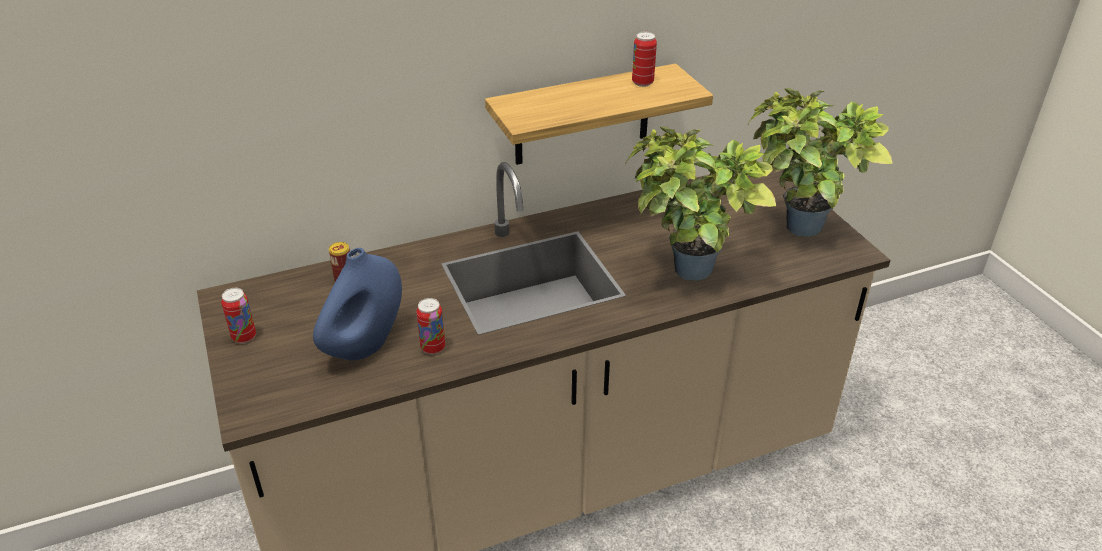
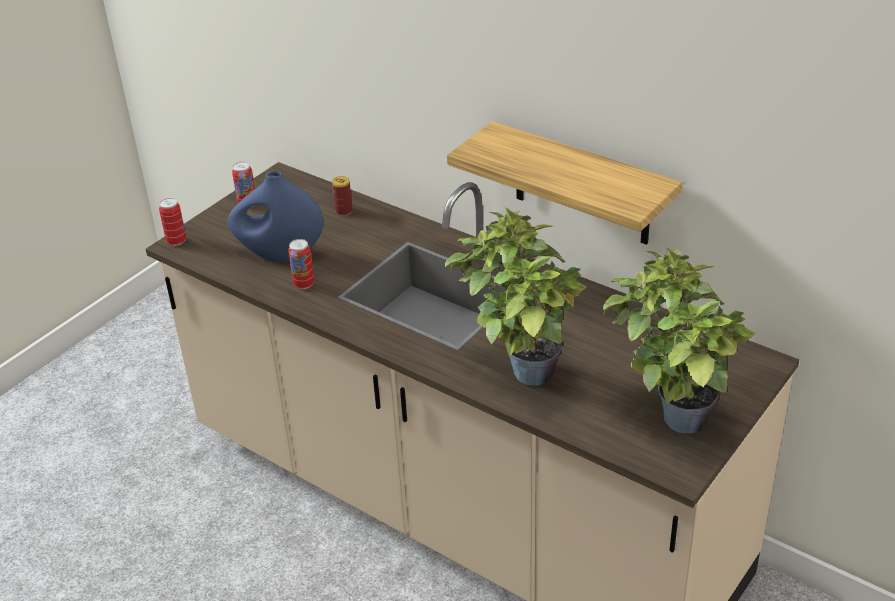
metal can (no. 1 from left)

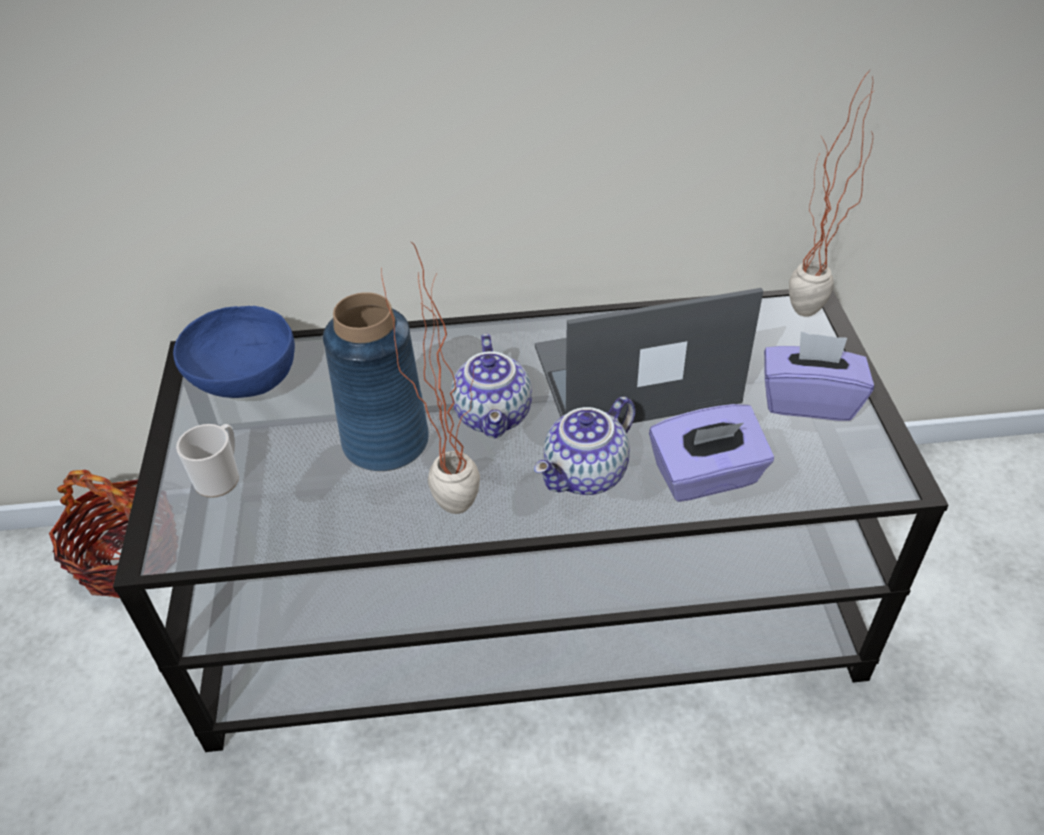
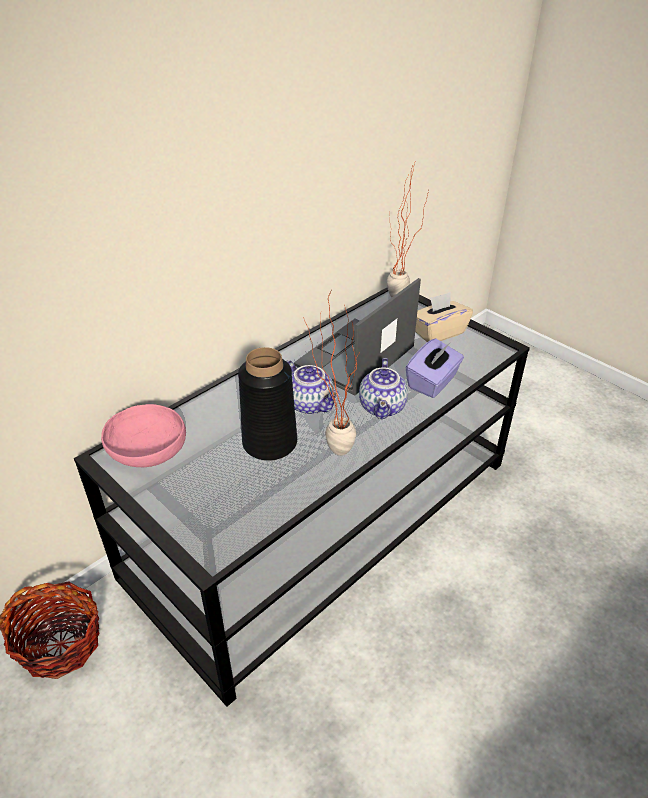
pink bowl
coffee mug
black-coloured decorative vase
beige tissue holder

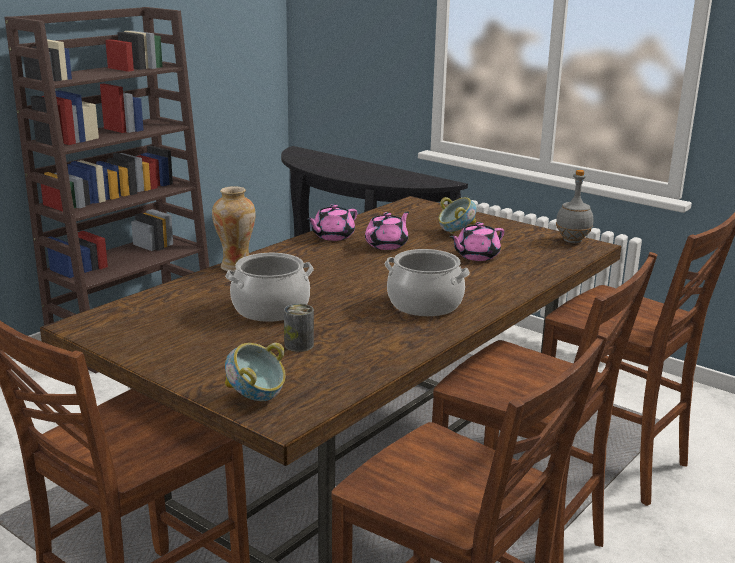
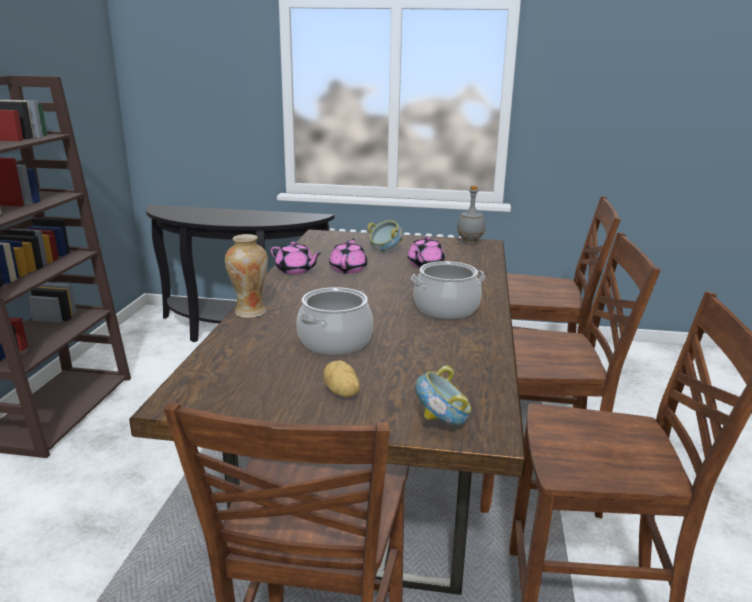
metal can
pink tea pot (no. 1 from left)
spud

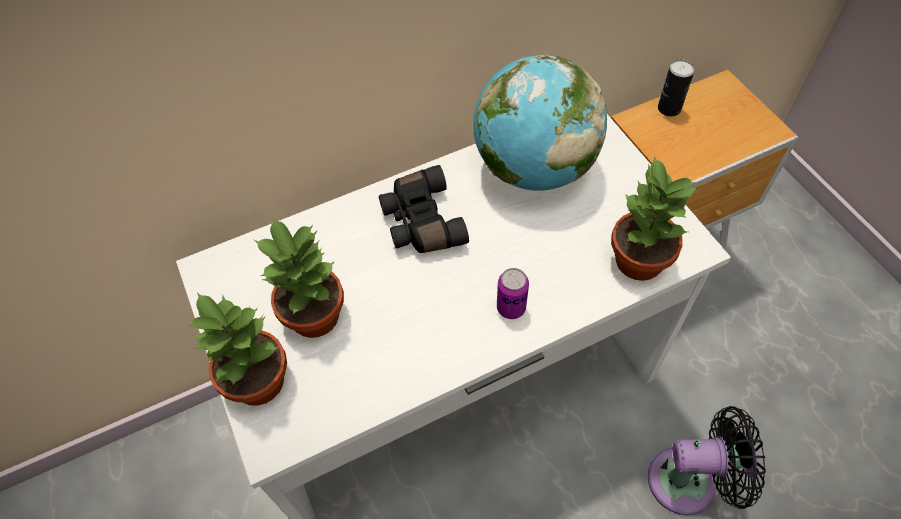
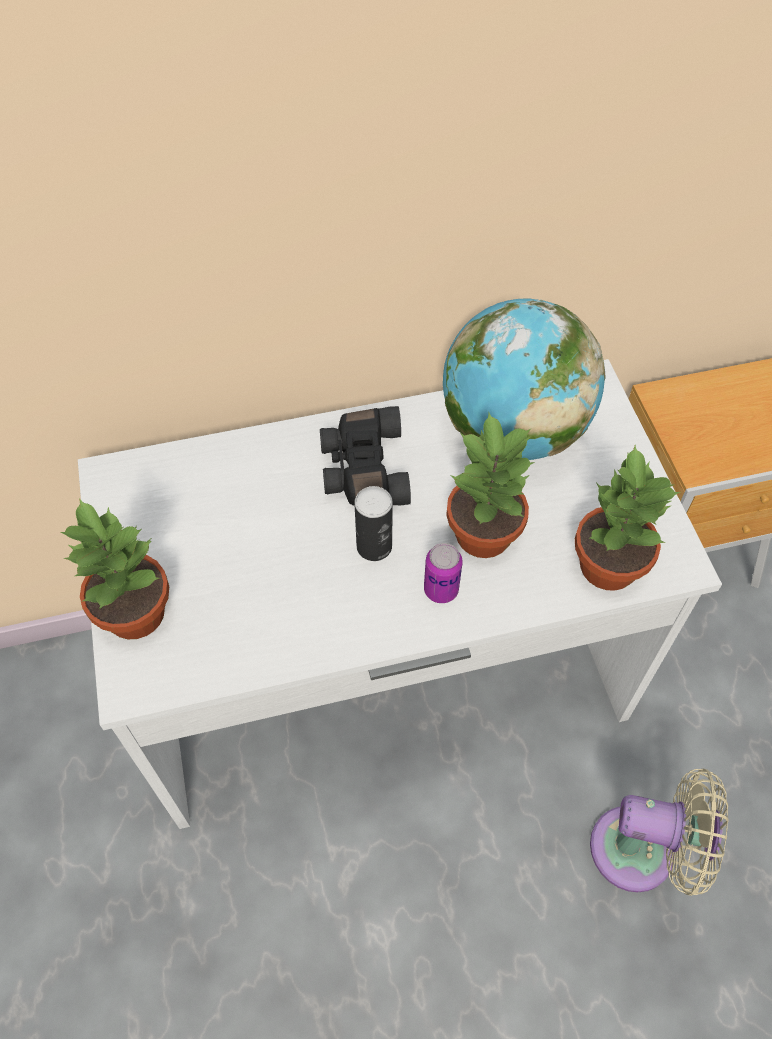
houseplant (no. 2 from left)
beige fan
metal can (no. 1 from left)

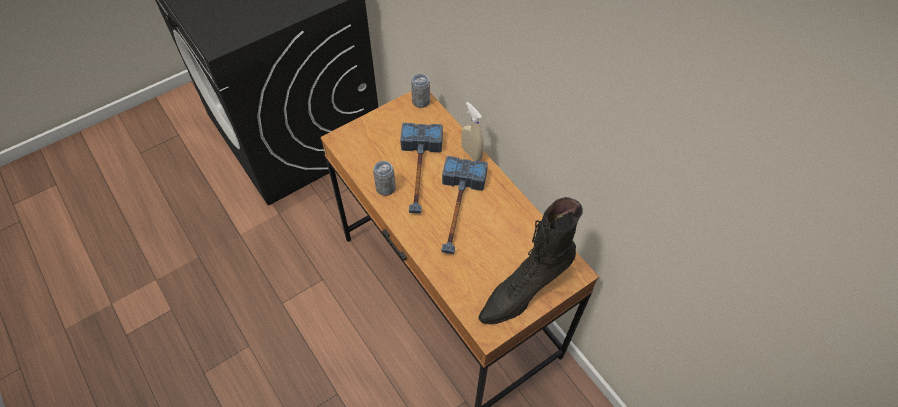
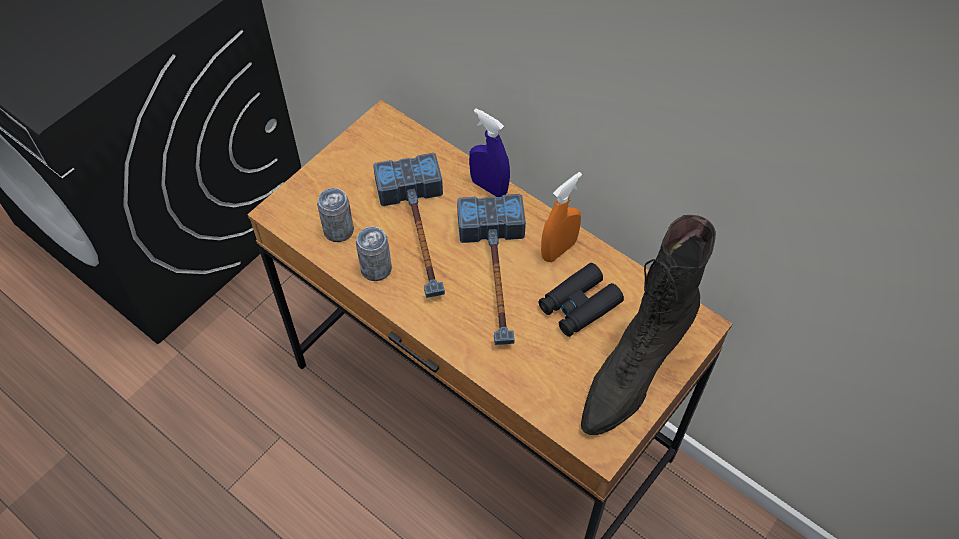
metal can (no. 1 from left)
blue spray bottle
black-coloured binoculars
orange spray bottle

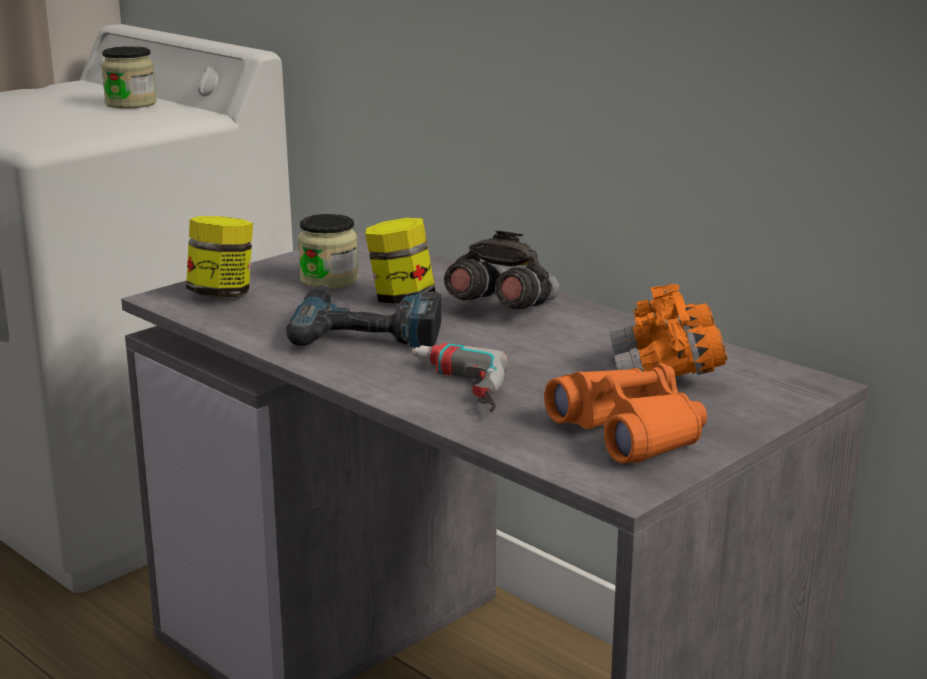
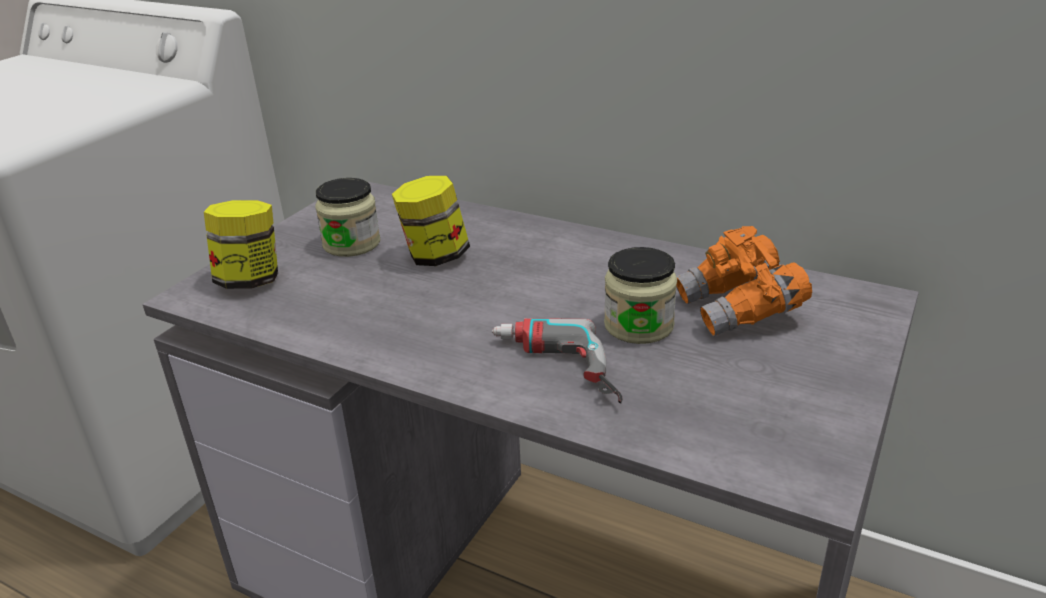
preserve jar (no. 4 from left)
power drill (no. 1 from left in the first image)
grey binoculars
orange binoculars (no. 1 from left in the first image)

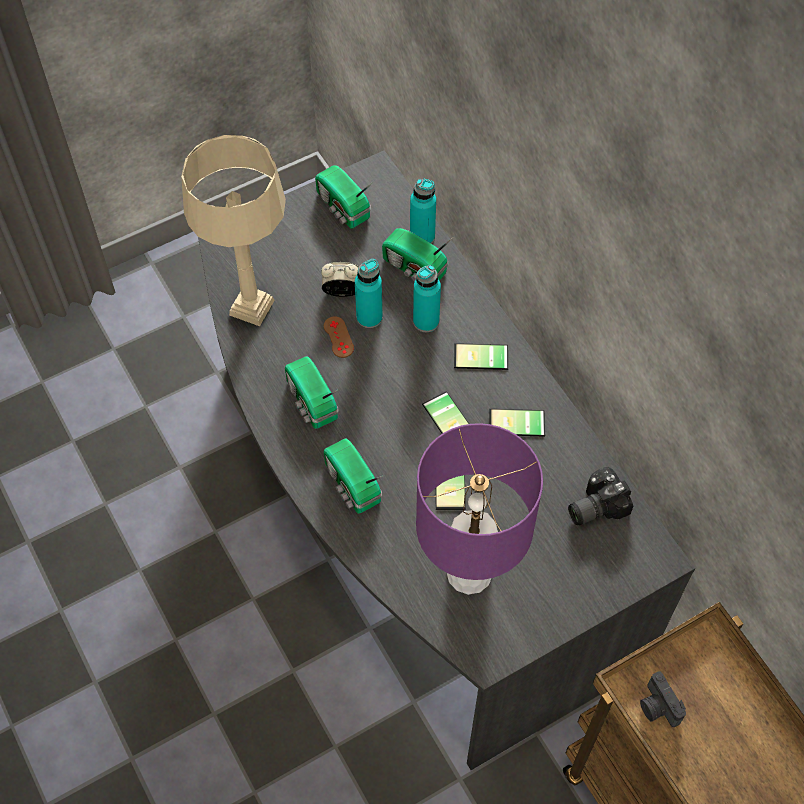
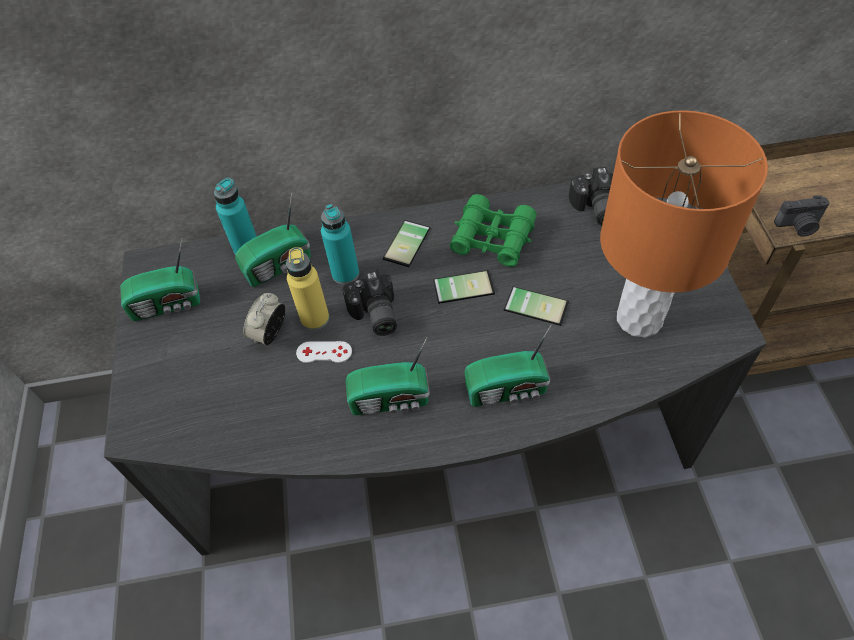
beige tabletop lamp
white-coloured gamepad
yellow-coloured drink bottle
orange tabletop lamp
greenish binoculars
photo camera (no. 1 from left)

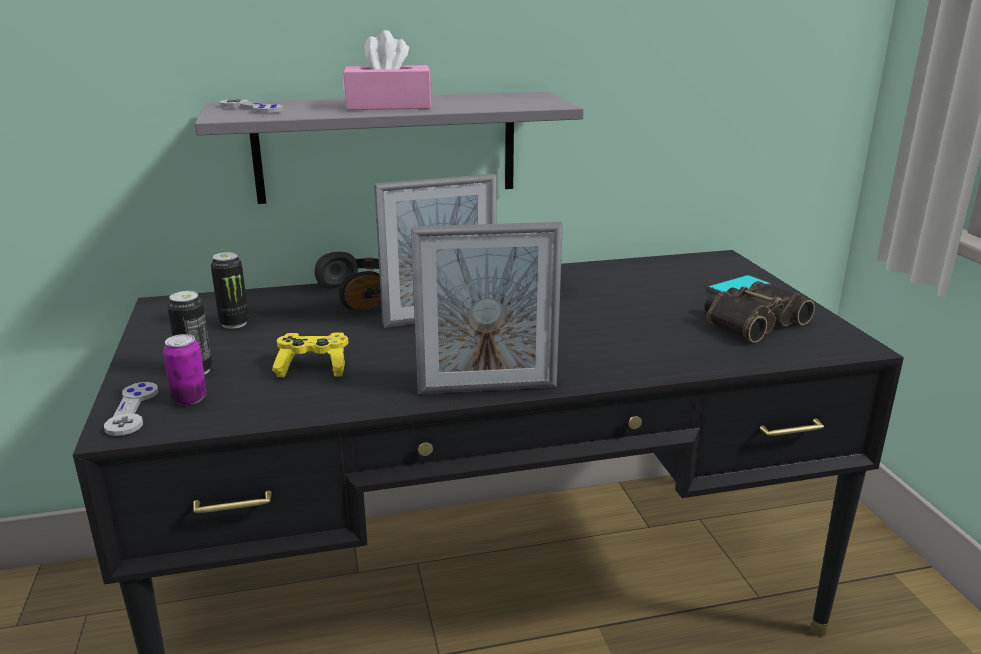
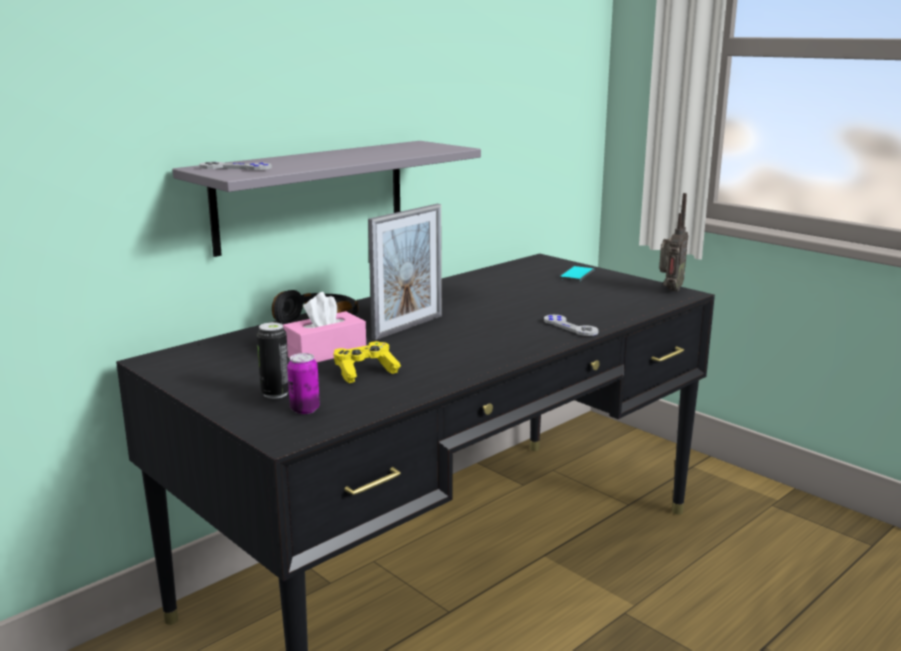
grey gamepad (no. 2 from left)
metal can (no. 3 from left in the first image)
pink tissue holder
photo frame (no. 2 from left in the first image)
binoculars
radio receiver

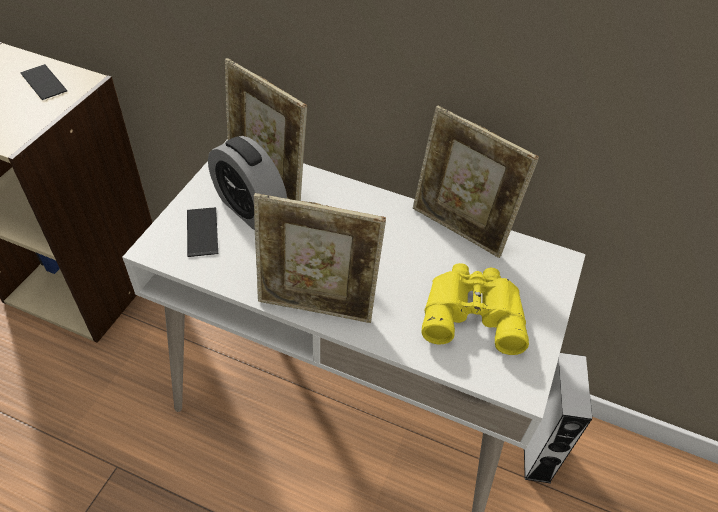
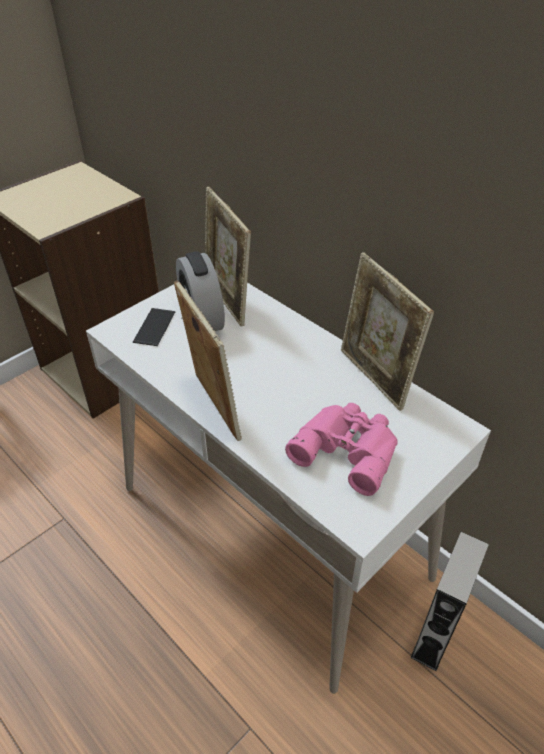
telephone (no. 1 from left in the first image)
photo frame (no. 1 from left)
pink binoculars

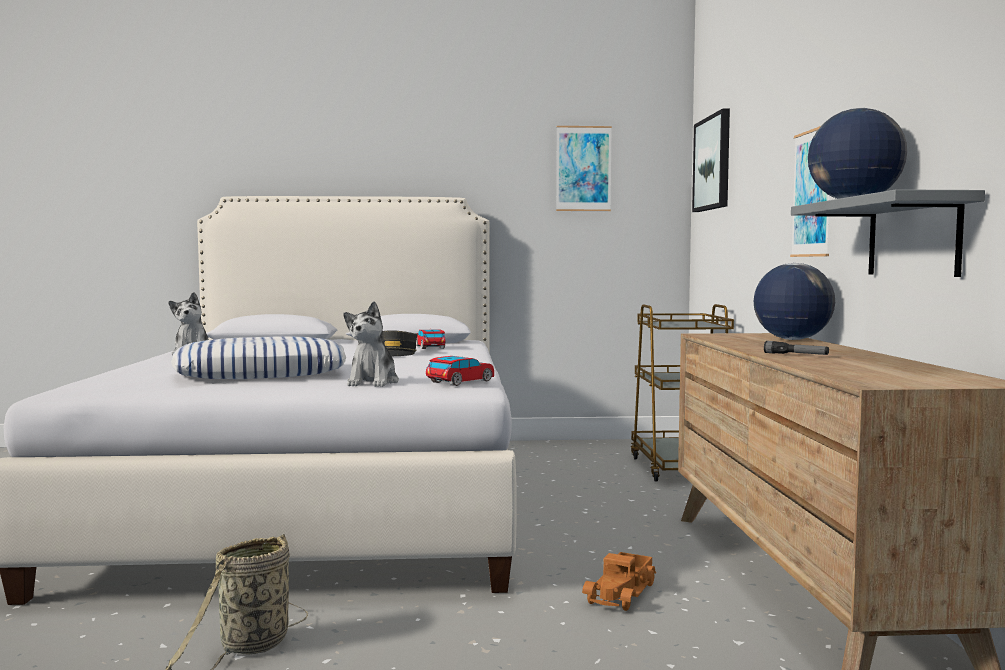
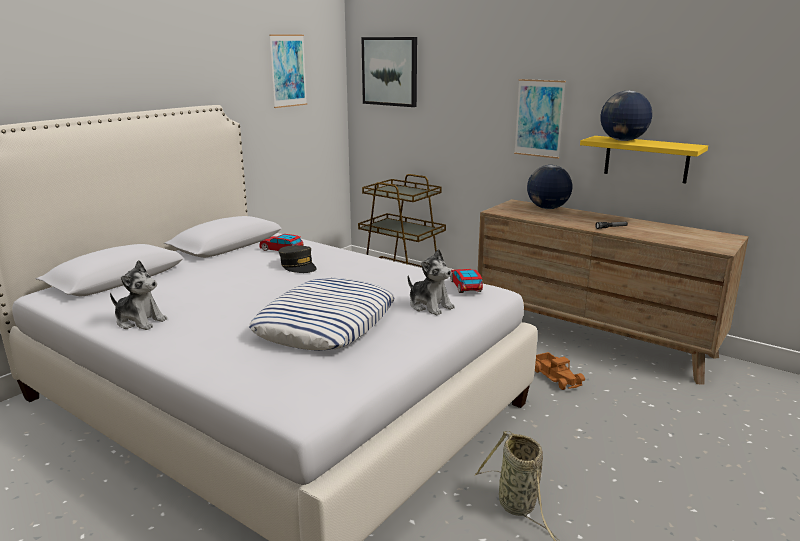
yellow-coloured wall shelf

